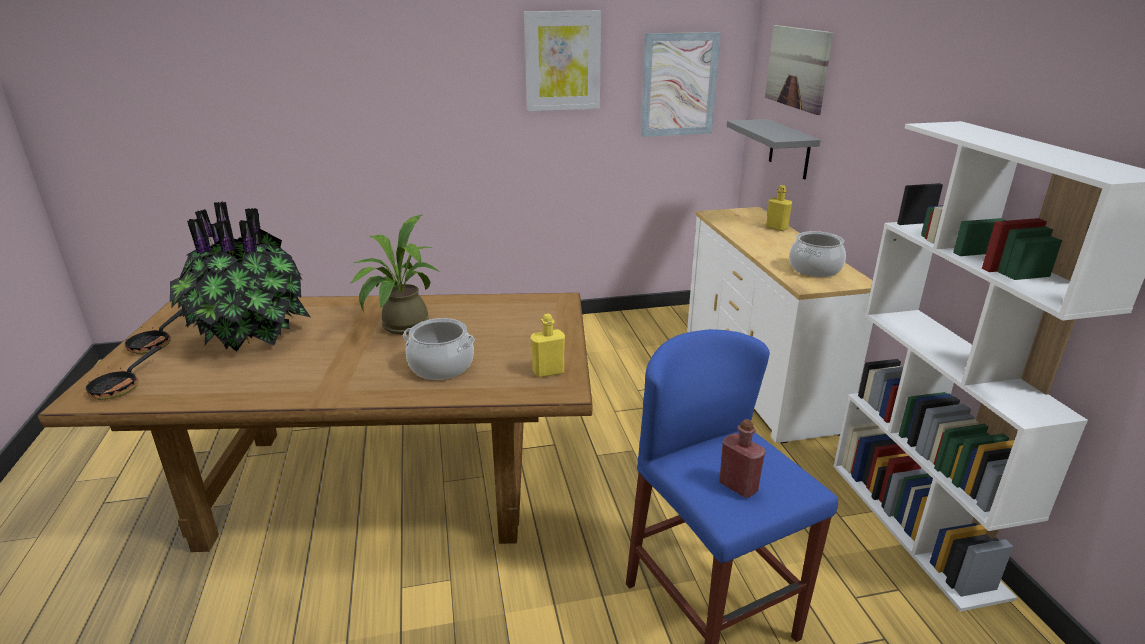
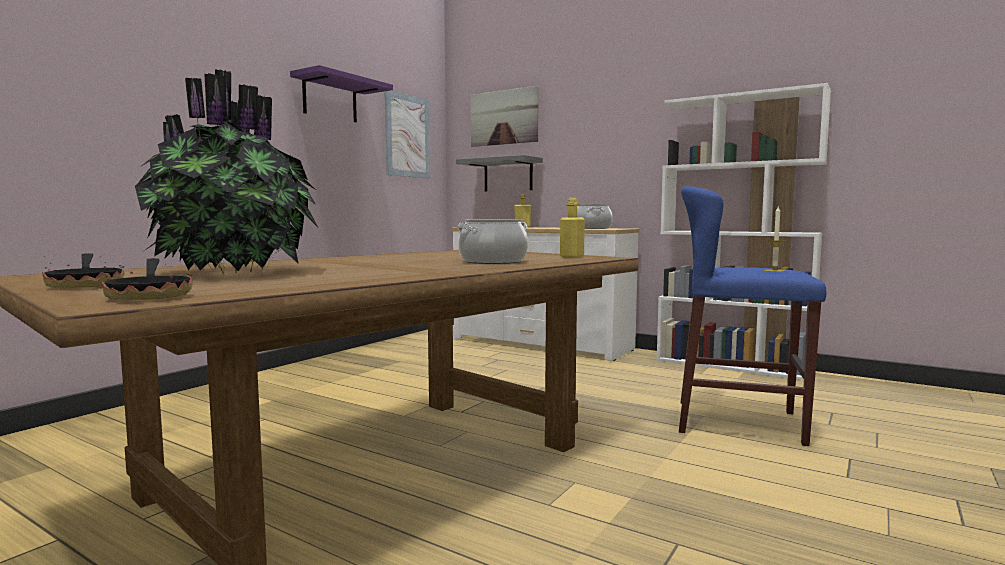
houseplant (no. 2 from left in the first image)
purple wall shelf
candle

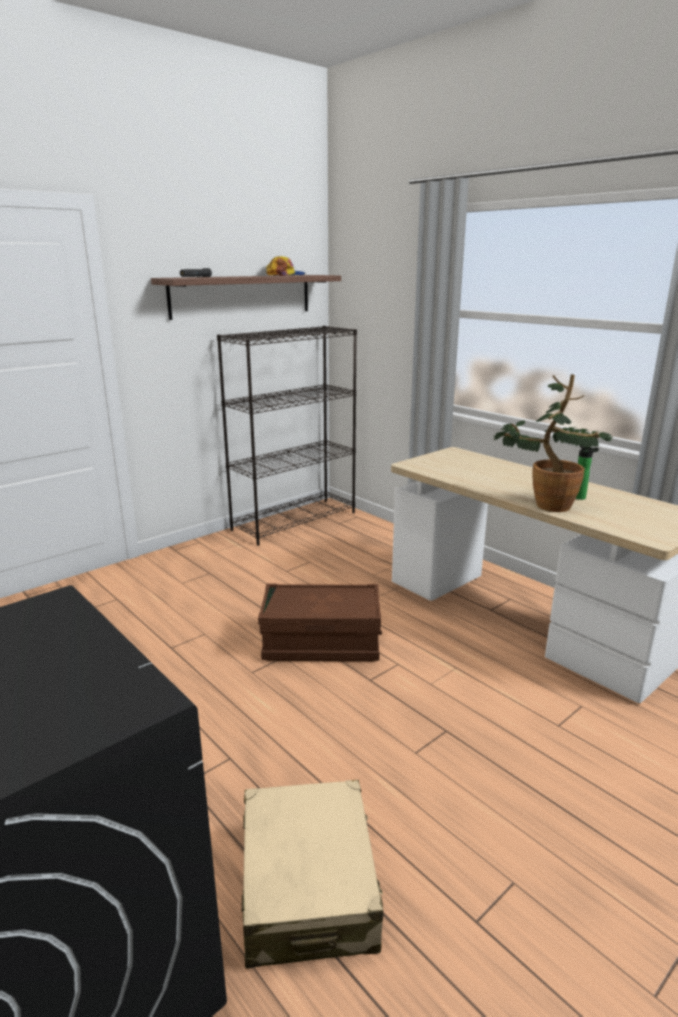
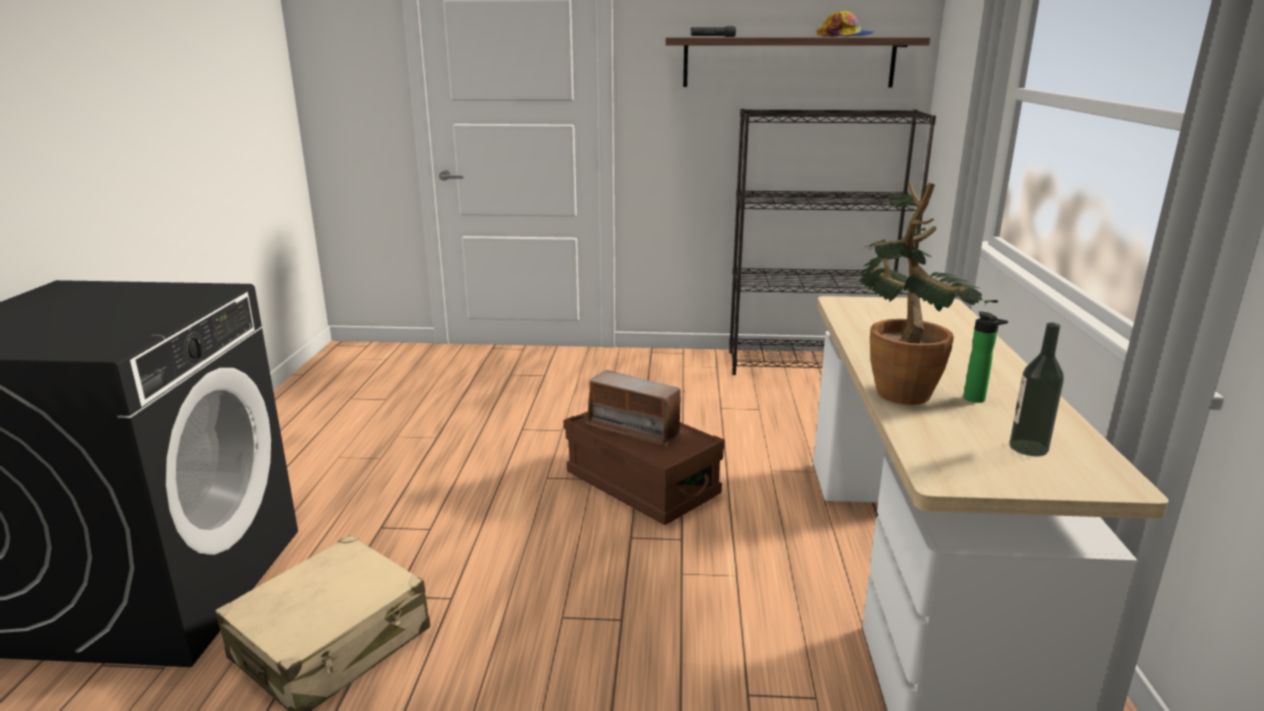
radio receiver
drink bottle (no. 2 from left)

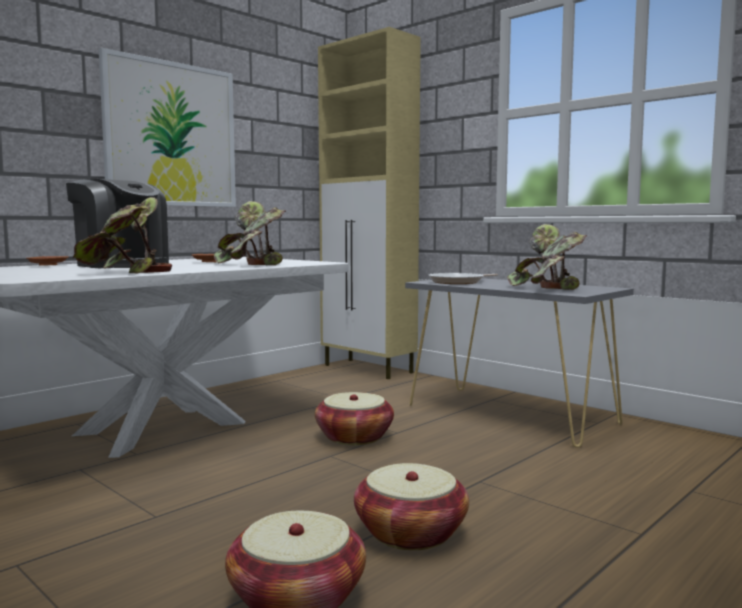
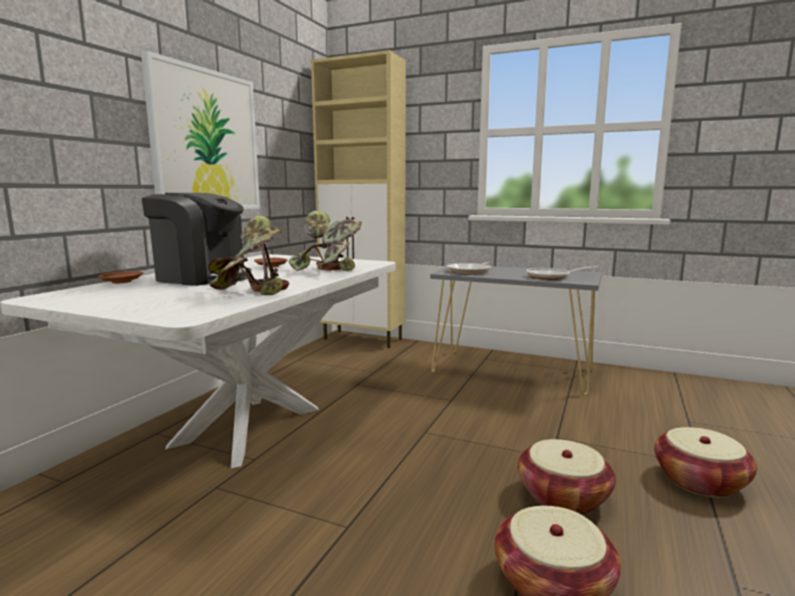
basket (no. 3 from left)
frying pan (no. 2 from left)

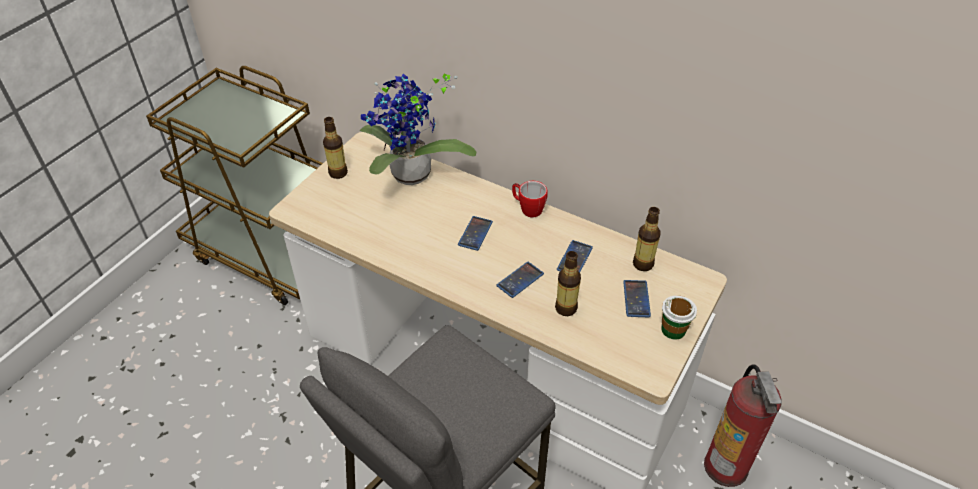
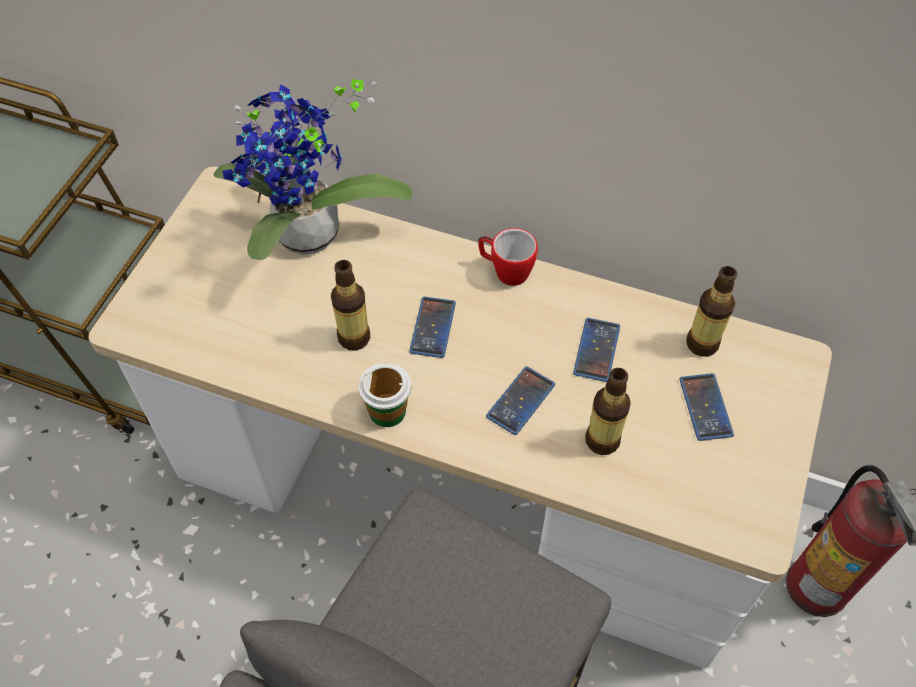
drink bottle (no. 1 from left)
drinking cup

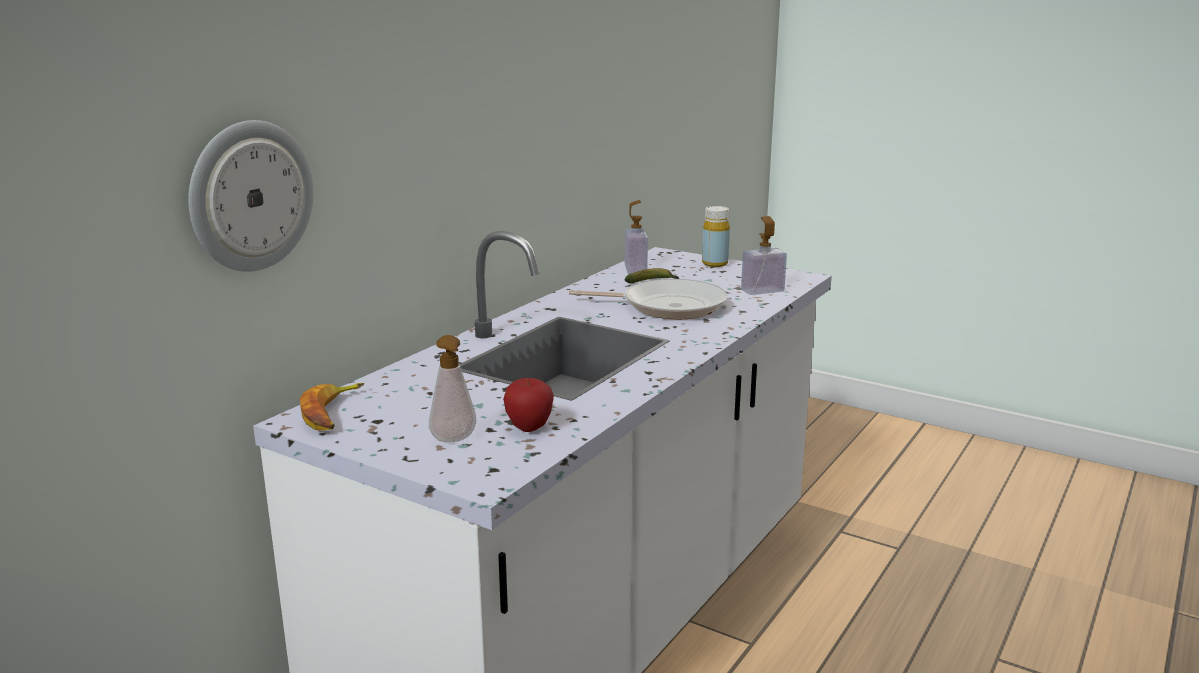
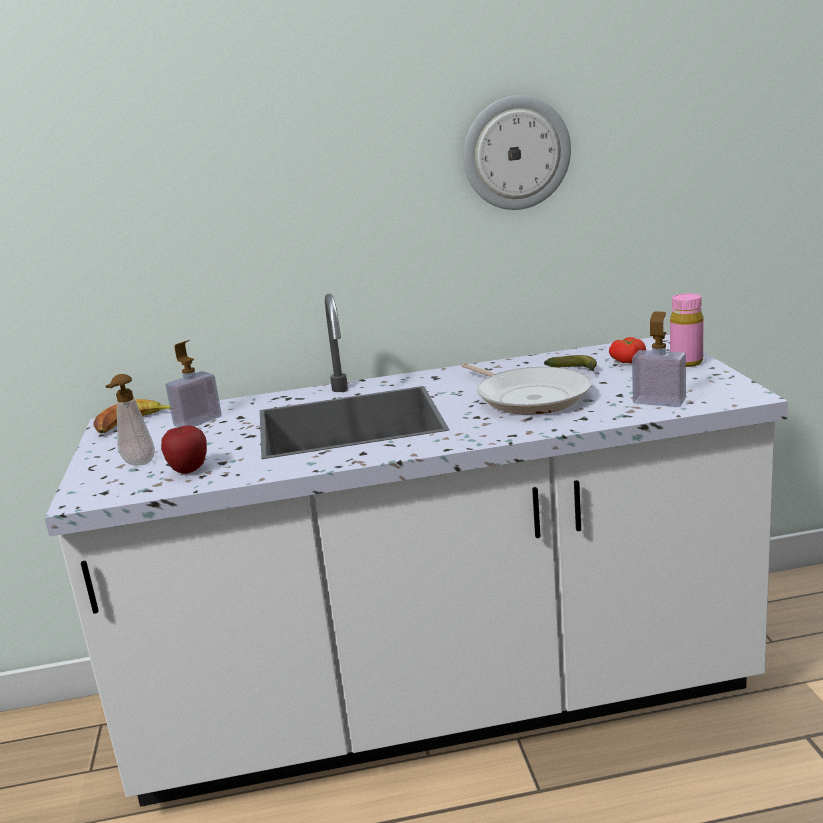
clock on the wall
soap dispenser (no. 2 from left)
pink drink bottle
fresh tomato

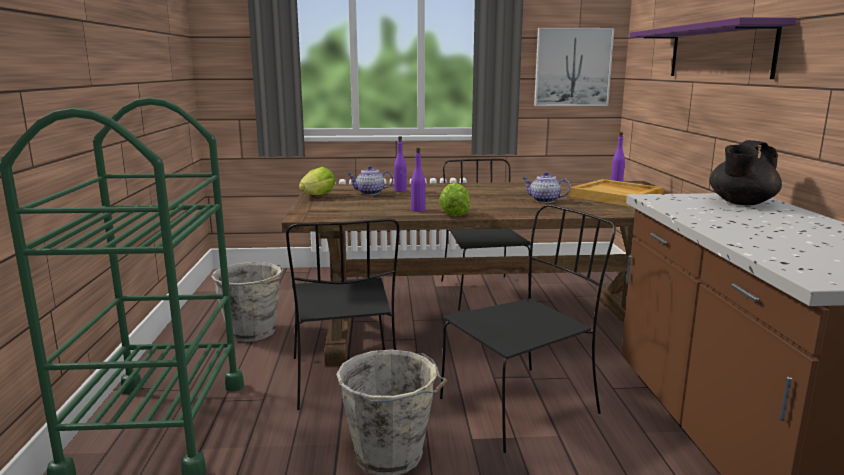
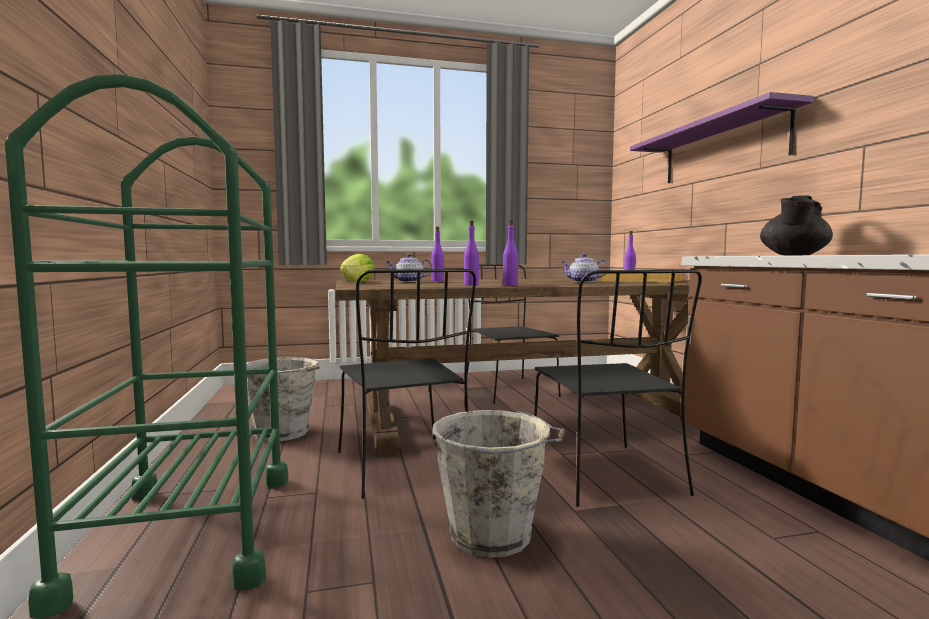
purple drink bottle (no. 3 from left)
black-coloured upright chair (no. 3 from left)
wall picture

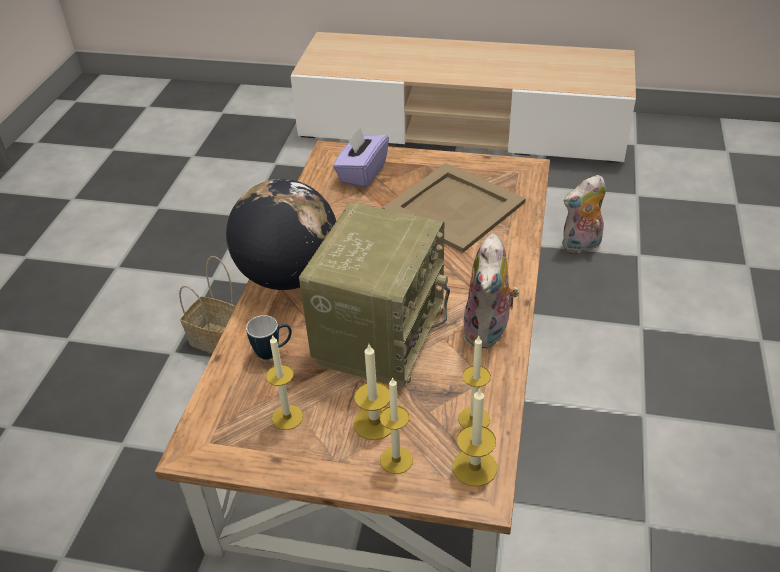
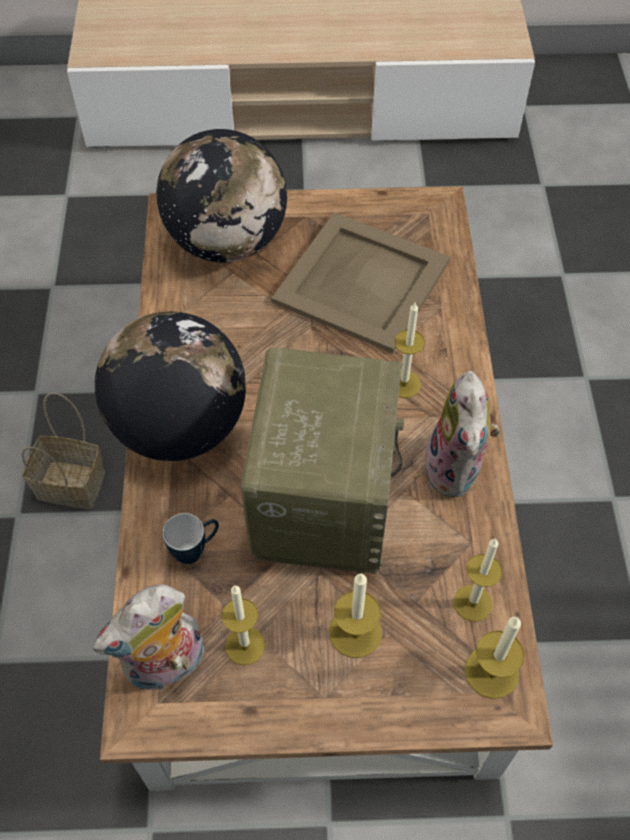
world globe (no. 2 from left)
candle (no. 3 from left)
plush toy (no. 1 from left)

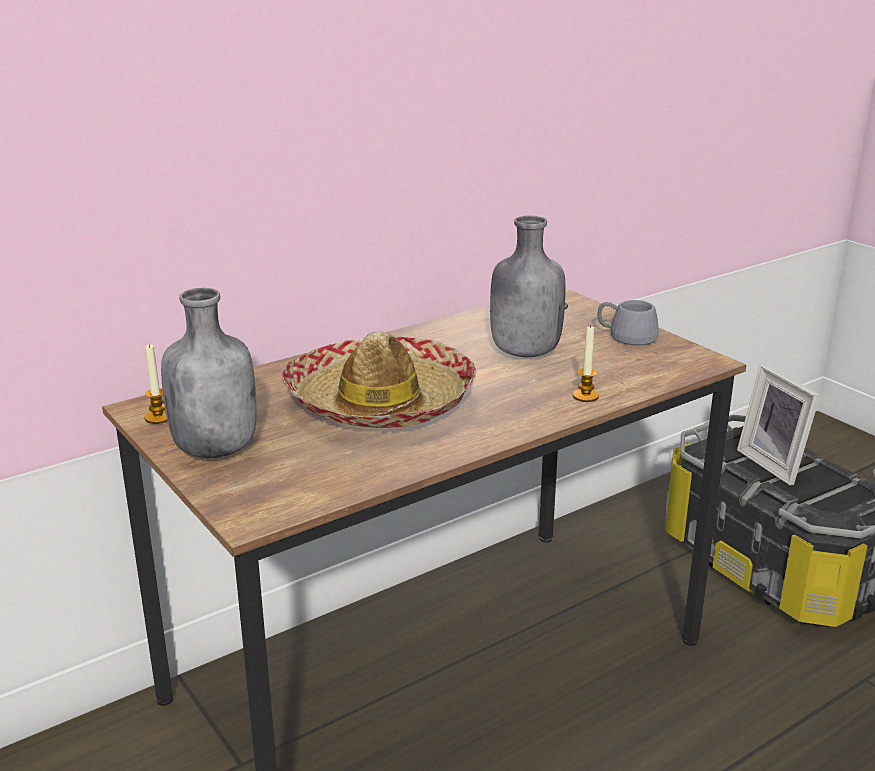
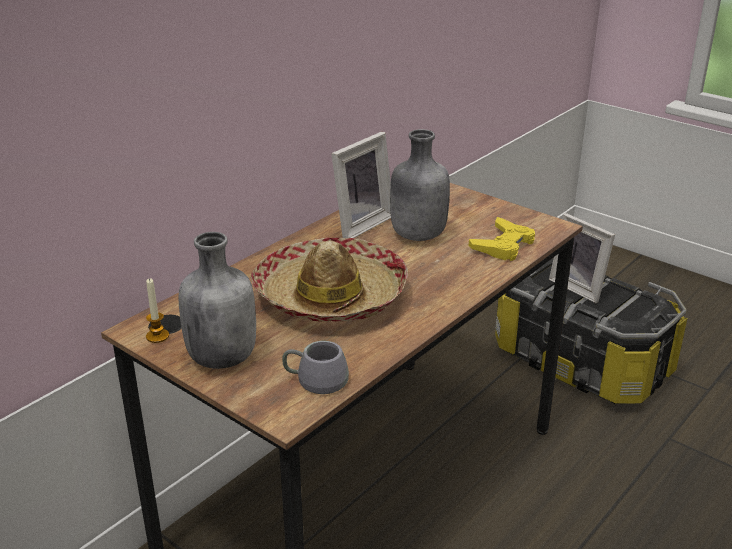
candle (no. 2 from left in the first image)
grey coffee mug
photo frame (no. 1 from left)
yellow-coloured gamepad

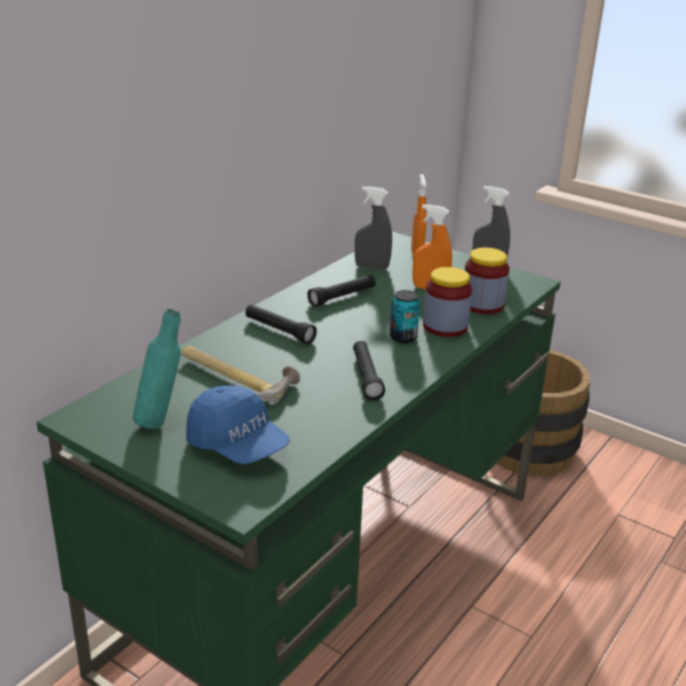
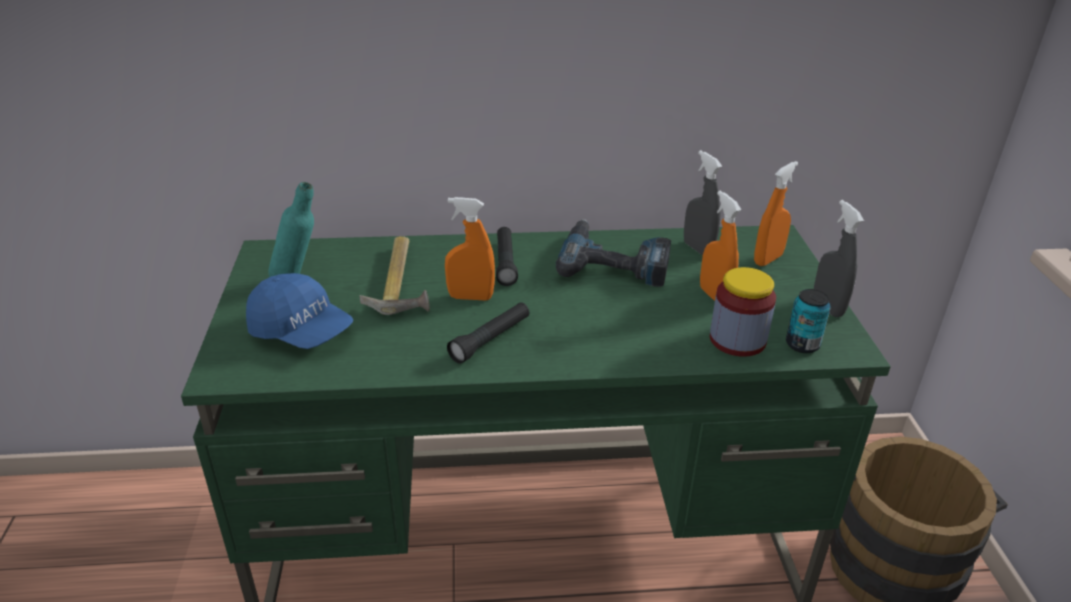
blue cap
power drill
metal can
preserve jar (no. 1 from left in the first image)
orange spray bottle (no. 1 from left)

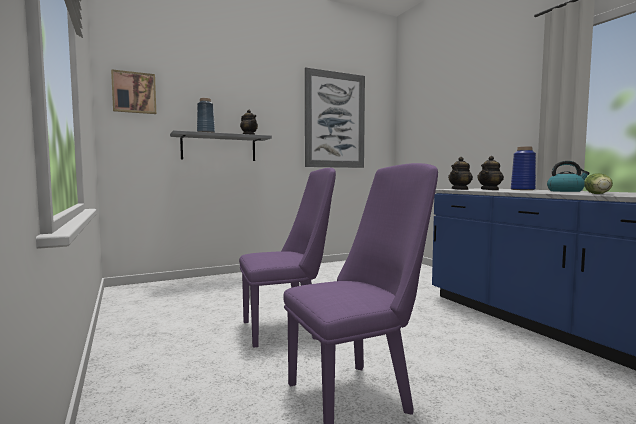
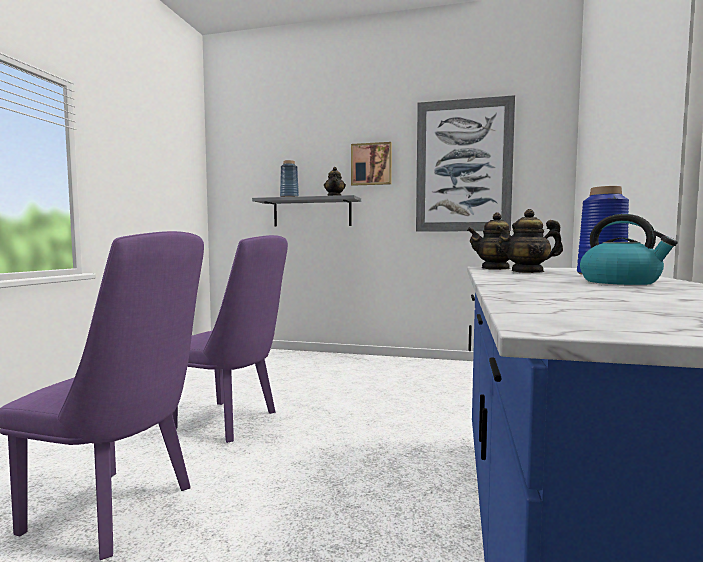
wall picture (no. 1 from left)
lettuce

